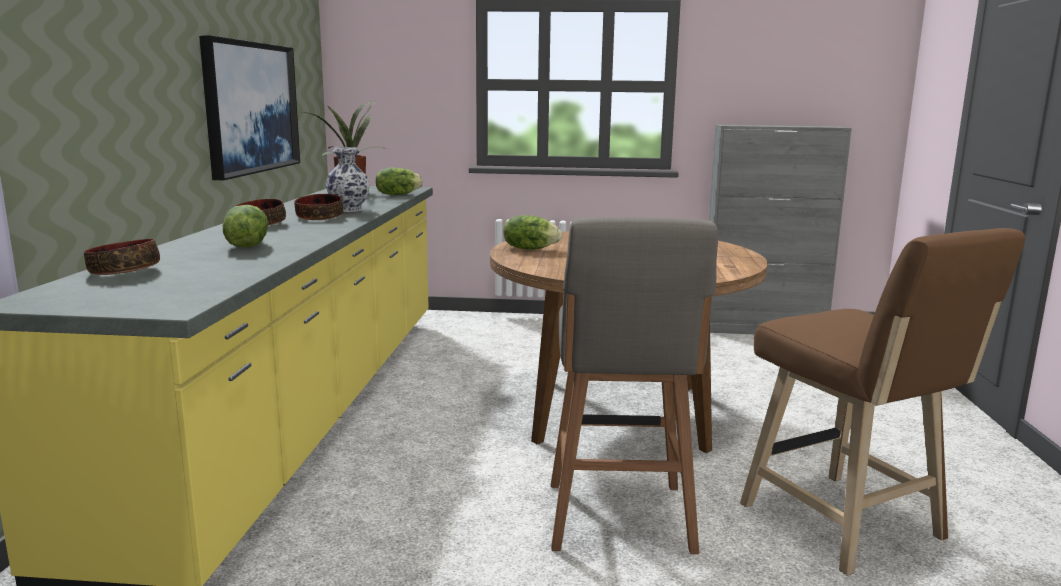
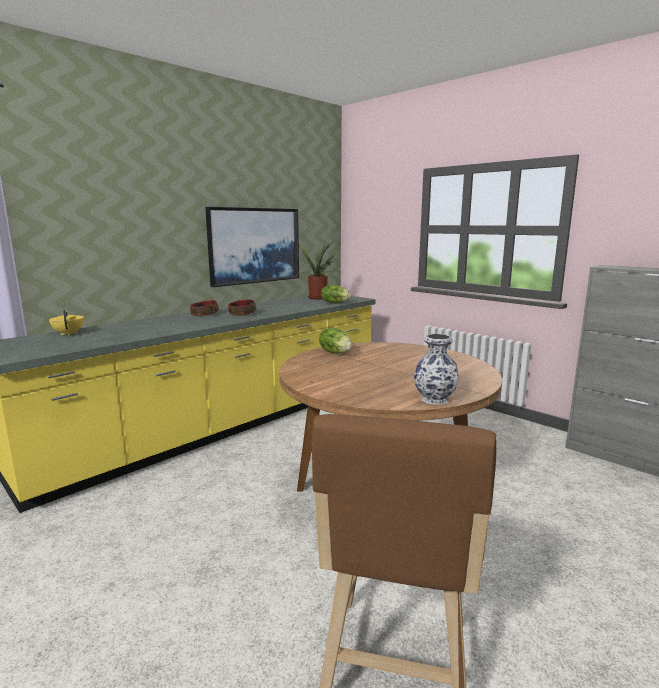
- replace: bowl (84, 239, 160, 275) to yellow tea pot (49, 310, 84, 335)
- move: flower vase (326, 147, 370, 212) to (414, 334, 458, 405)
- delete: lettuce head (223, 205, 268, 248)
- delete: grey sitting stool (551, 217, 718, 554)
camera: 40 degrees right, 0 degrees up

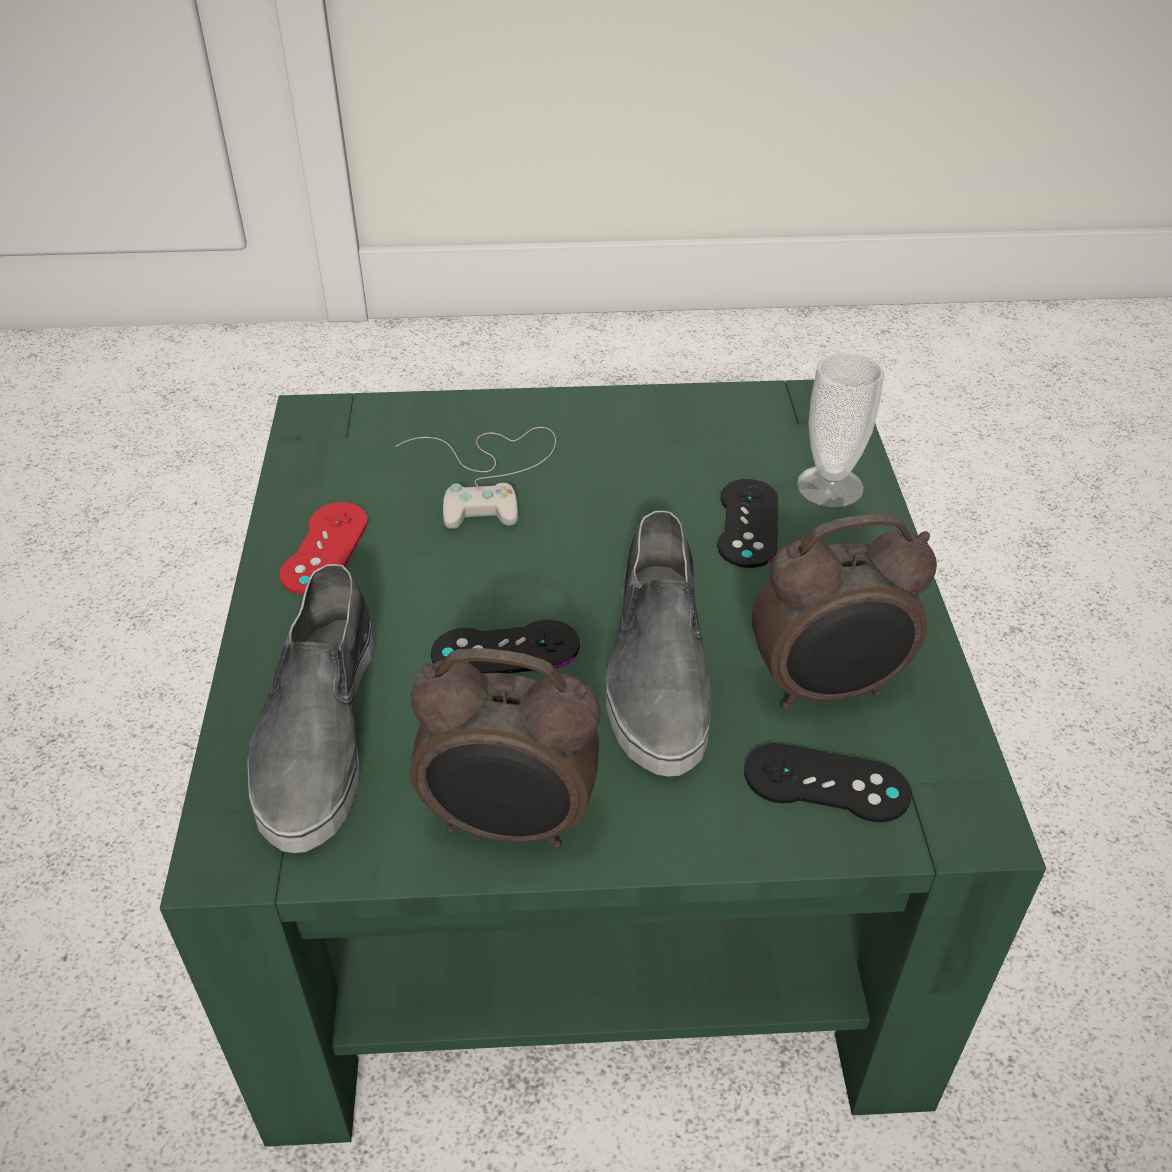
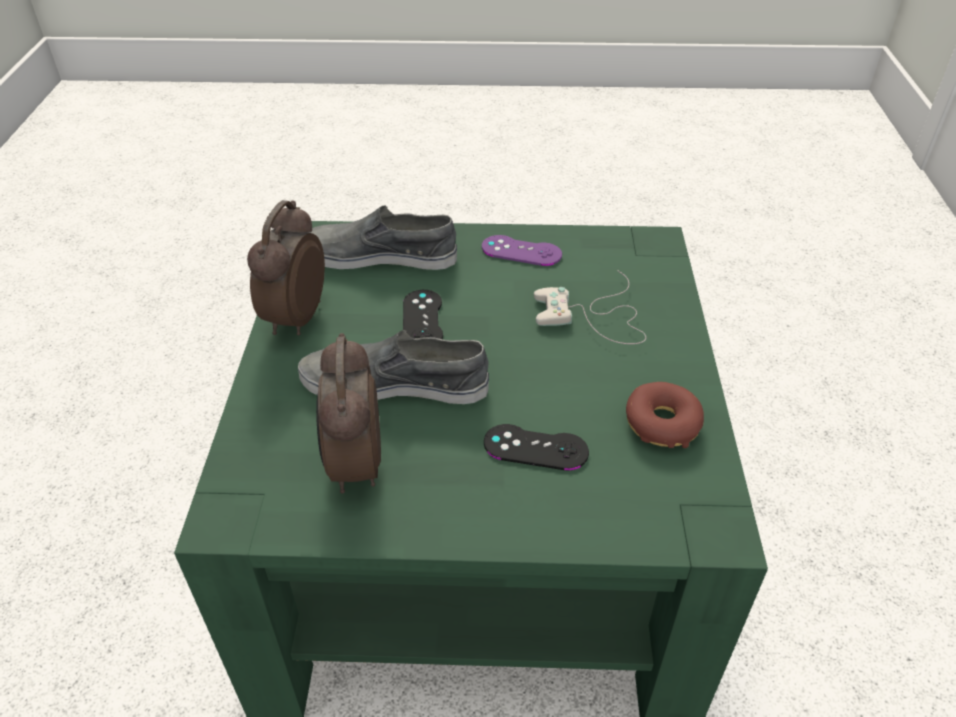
- recolor: reddish joypad (279, 502, 368, 594) to purple-coloured joypad (482, 235, 562, 266)
- insert: ring doughnut (626, 382, 704, 448)
- delete: black-coloured joypad (744, 743, 912, 822)
- delete: small cup (797, 352, 884, 508)
camera: 95 degrees right, 0 degrees up

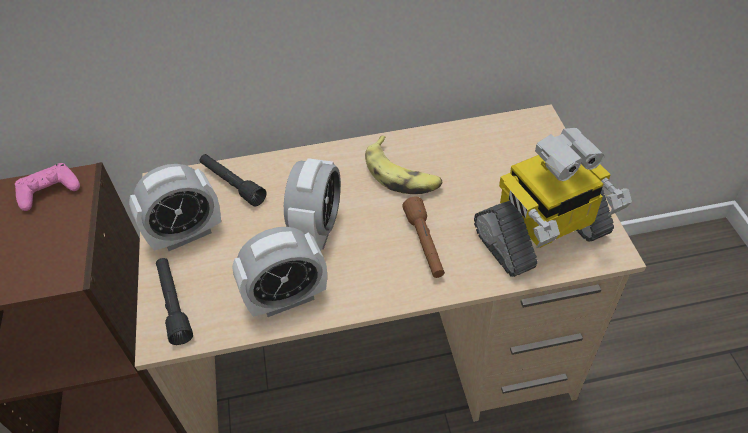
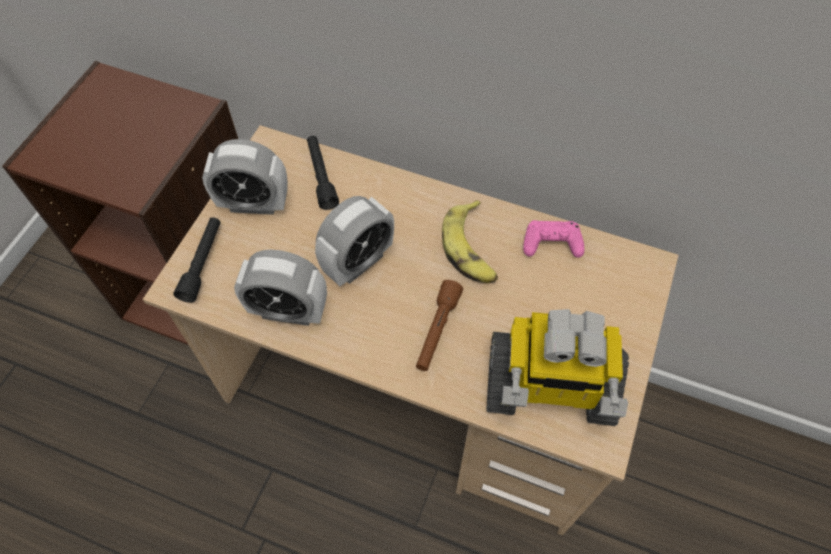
- move: pink joypad (15, 163, 80, 211) to (523, 220, 584, 258)
camera: 30 degrees right, 10 degrees up

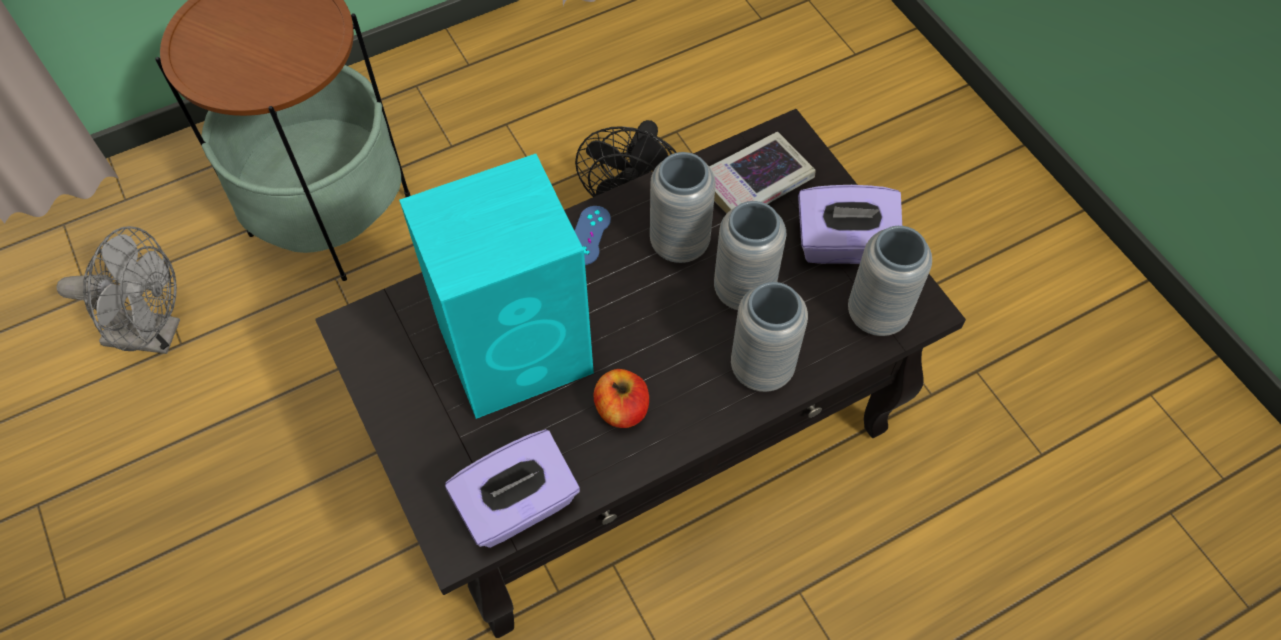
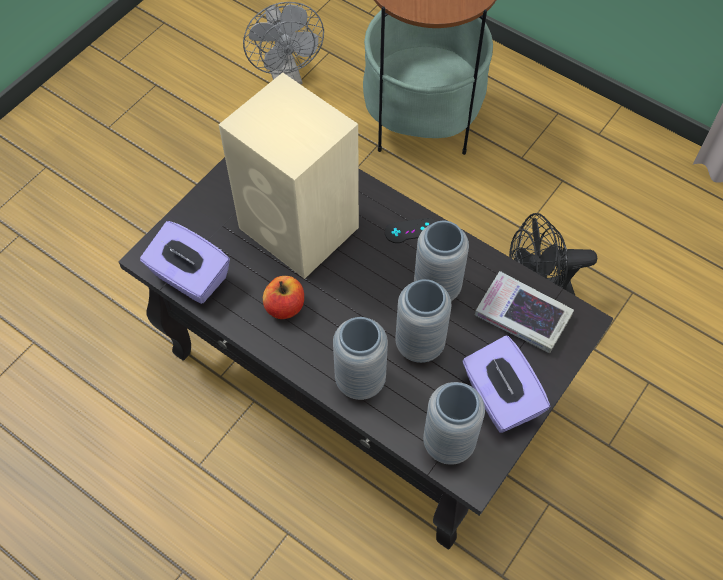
- recolor: turquoise speaker (399, 154, 594, 419) to sand-coloured speaker (218, 72, 359, 279)
- recolor: bluish joypad (575, 206, 611, 265) to black-coloured joypad (385, 218, 437, 243)
camera: 65 degrees right, 0 degrees up

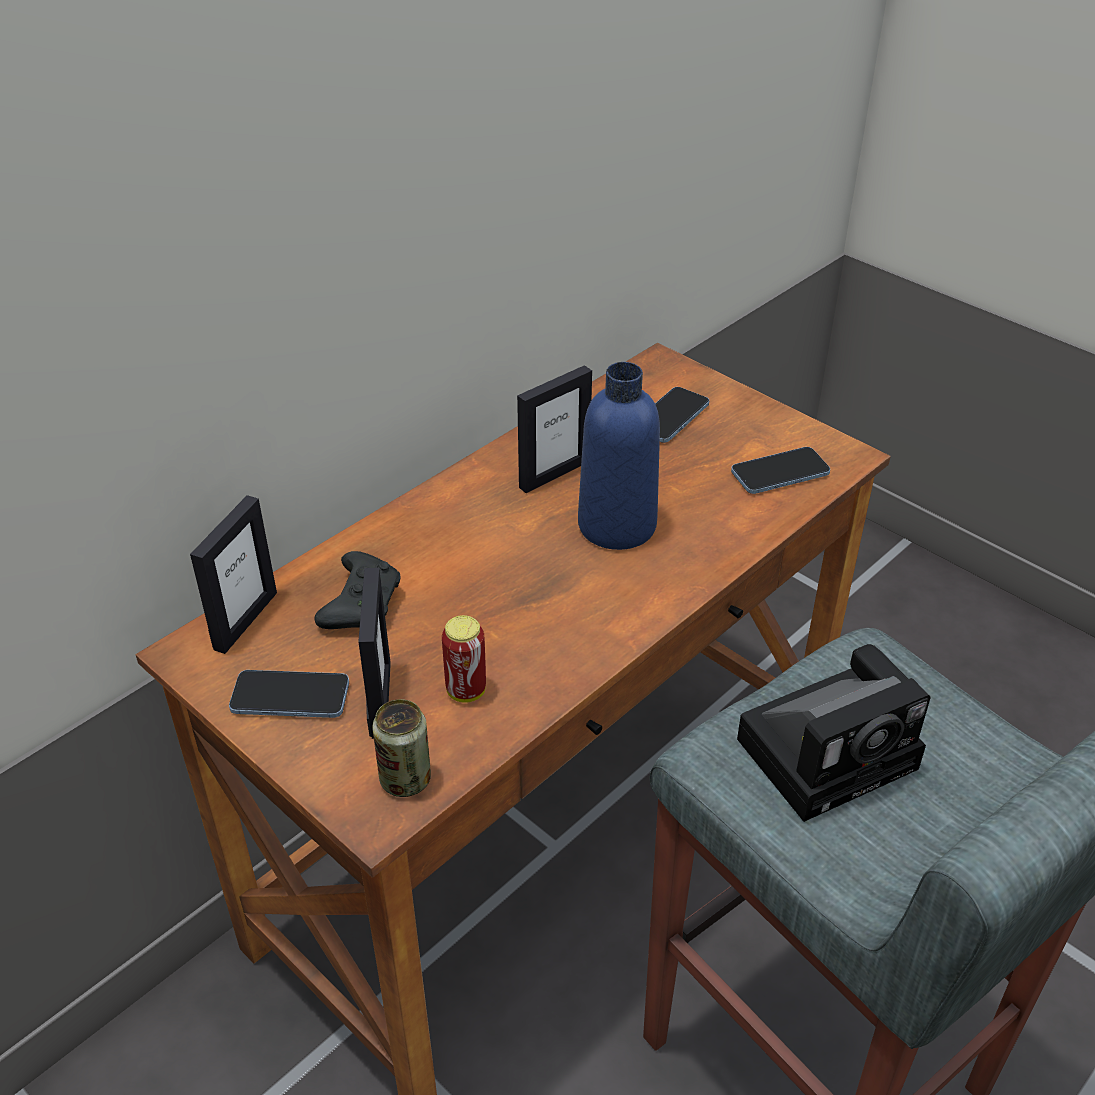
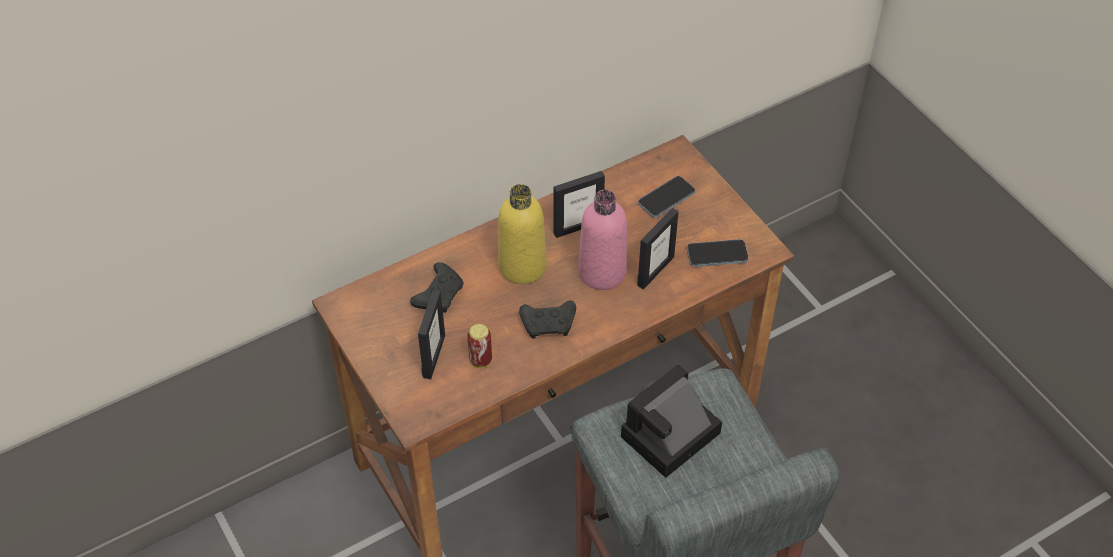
- insert: yellow drink bottle (498, 184, 546, 284)
- insert: black-coloured joypad (519, 300, 576, 339)
- recolor: bluish drink bottle (578, 362, 660, 550) to pink drink bottle (578, 190, 627, 290)
- rotate: still camera (737, 644, 931, 822) = (621, 365, 722, 478) 150 degrees clockwise
- move: picture frame (190, 495, 277, 654) to (637, 208, 679, 289)
- delete: telephone (229, 670, 349, 718)
- delete: sealed can (372, 699, 431, 797)
camera: 15 degrees right, 10 degrees up

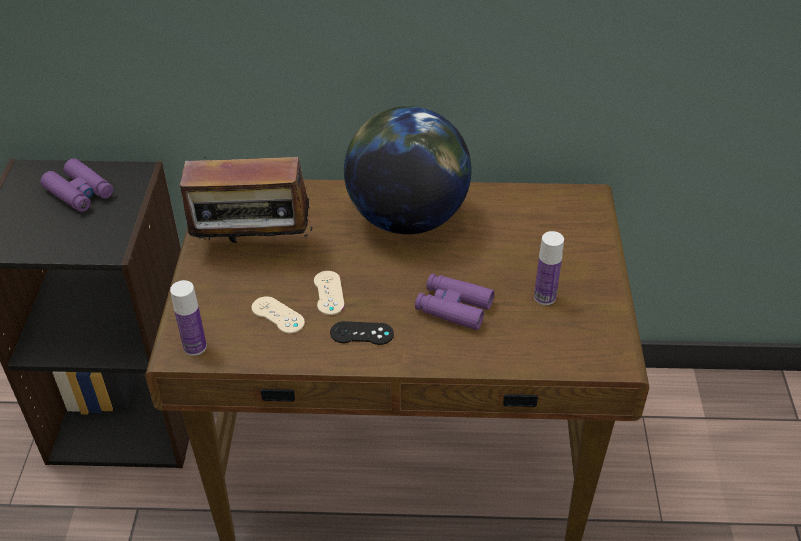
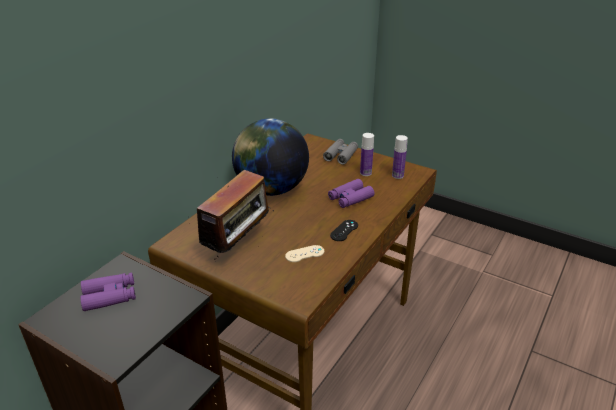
- insert: grey binoculars (323, 139, 358, 165)
- move: drink bottle (170, 280, 207, 356) to (392, 135, 408, 179)
- delete: sand-coloured joypad (314, 271, 344, 315)
camera: 60 degrees left, 10 degrees down

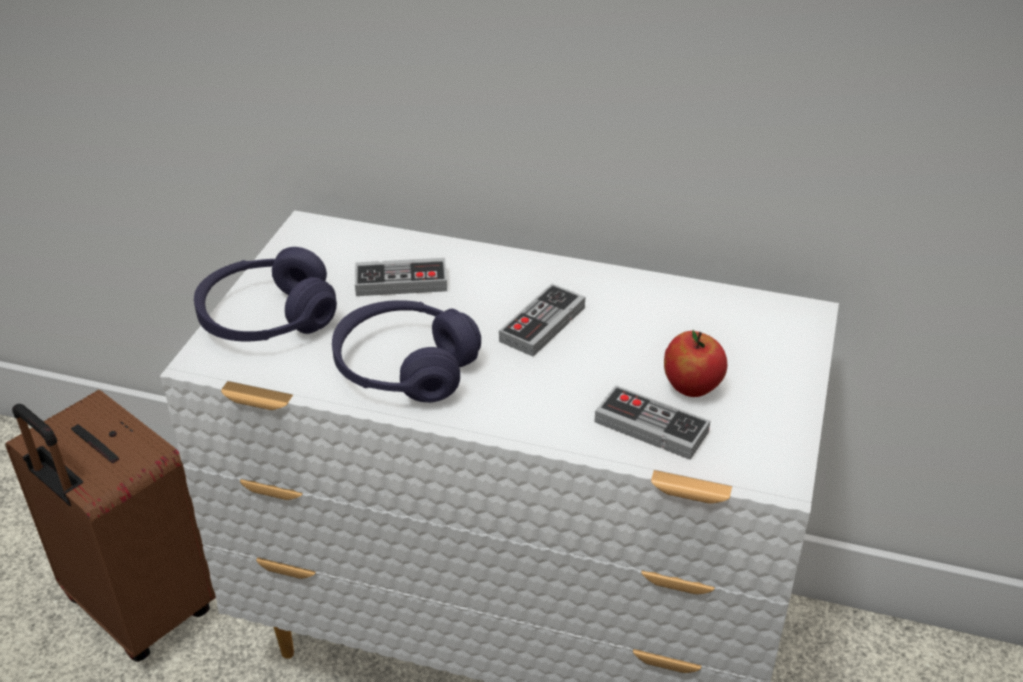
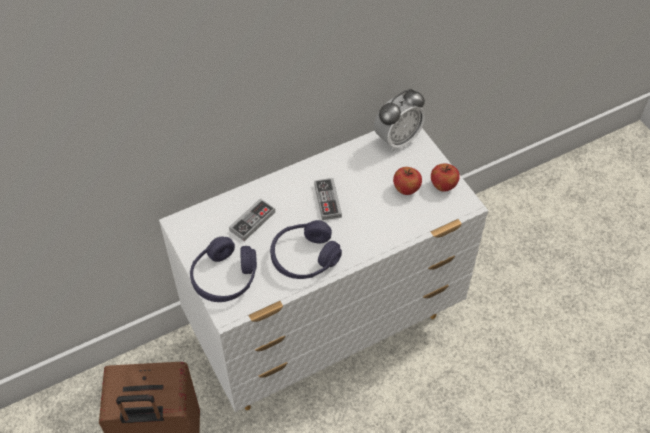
- insert: alarm clock (374, 89, 425, 151)
- insert: apple (431, 164, 460, 192)
- delete: joypad (595, 385, 710, 460)
camera: 45 degrees left, 15 degrees up

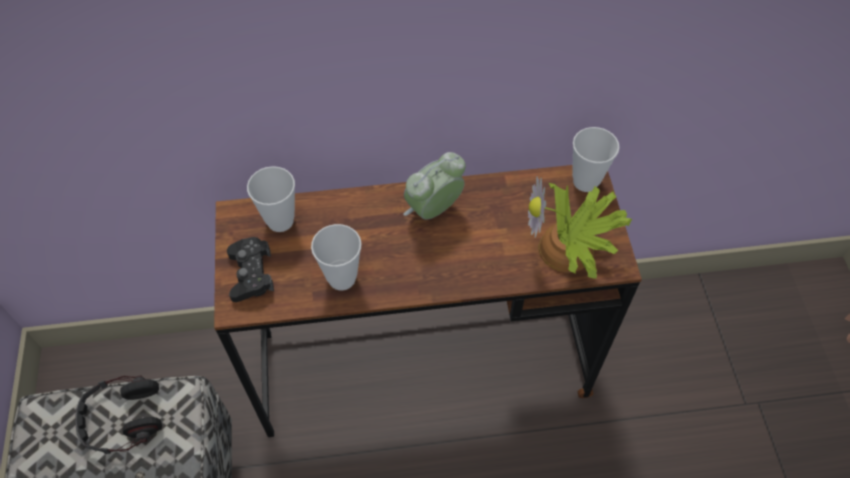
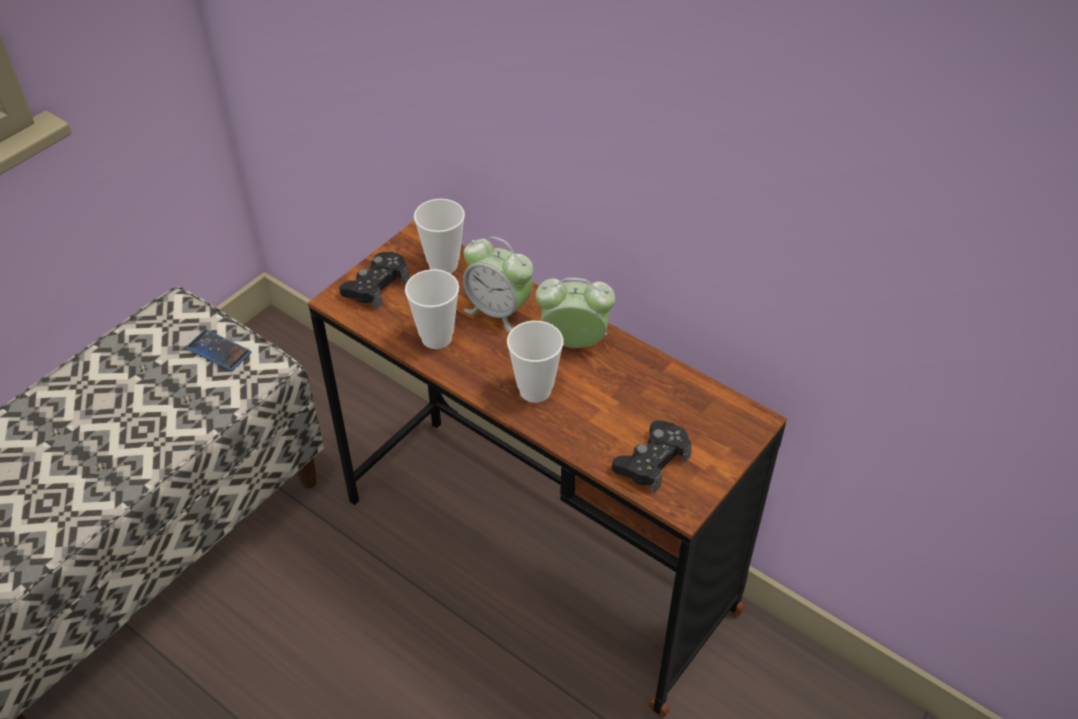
- replace: headphones (75, 375, 162, 454) to telephone (186, 329, 251, 371)
- insert: alarm clock (463, 236, 534, 332)
- move: small cup (572, 127, 620, 192) to (507, 321, 563, 403)
- replace: potted plant (528, 176, 632, 279) to black-coloured joypad (612, 420, 692, 493)
camera: 45 degrees right, 10 degrees down

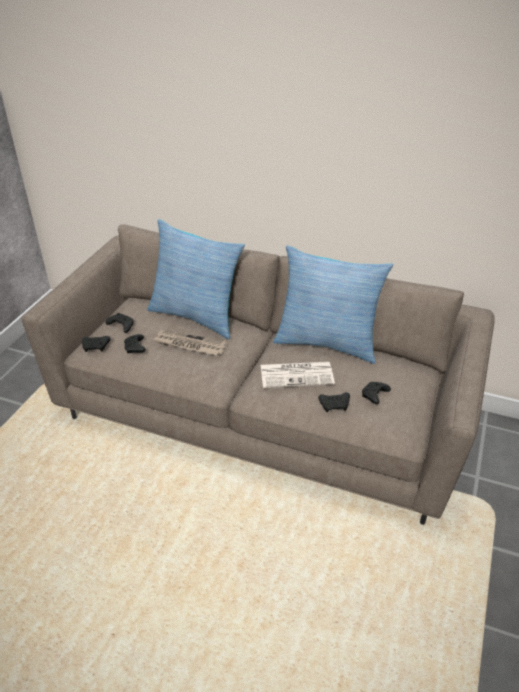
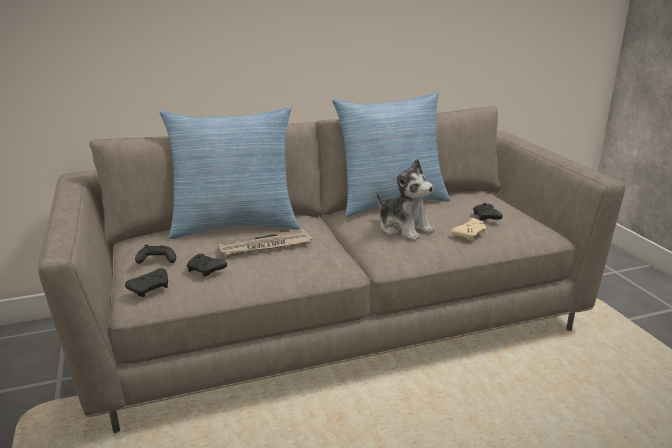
- replace: printed paper (261, 362, 335, 388) to soft toy (377, 159, 435, 241)
- recolor: black-coloured joypad (318, 392, 350, 412) to sand-coloured joypad (451, 218, 487, 241)
camera: 40 degrees left, 15 degrees down

